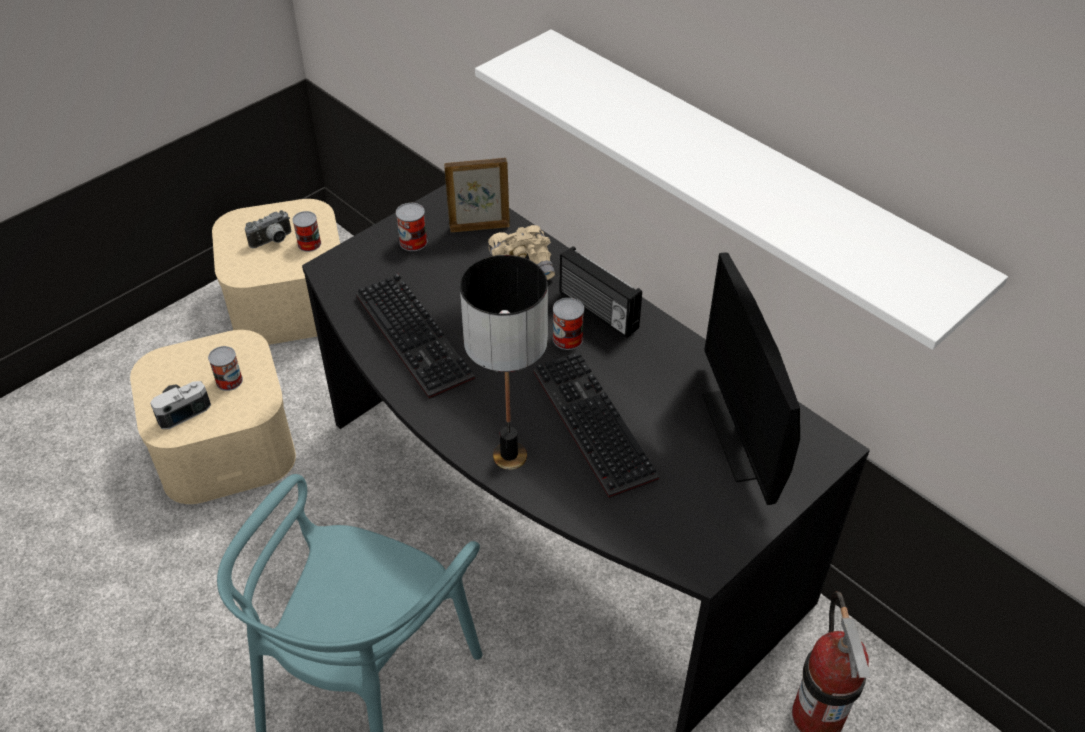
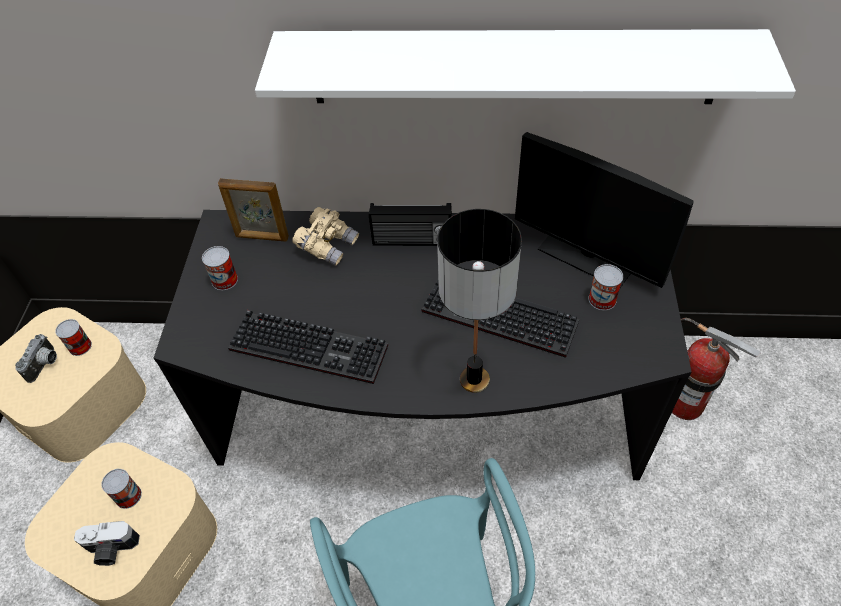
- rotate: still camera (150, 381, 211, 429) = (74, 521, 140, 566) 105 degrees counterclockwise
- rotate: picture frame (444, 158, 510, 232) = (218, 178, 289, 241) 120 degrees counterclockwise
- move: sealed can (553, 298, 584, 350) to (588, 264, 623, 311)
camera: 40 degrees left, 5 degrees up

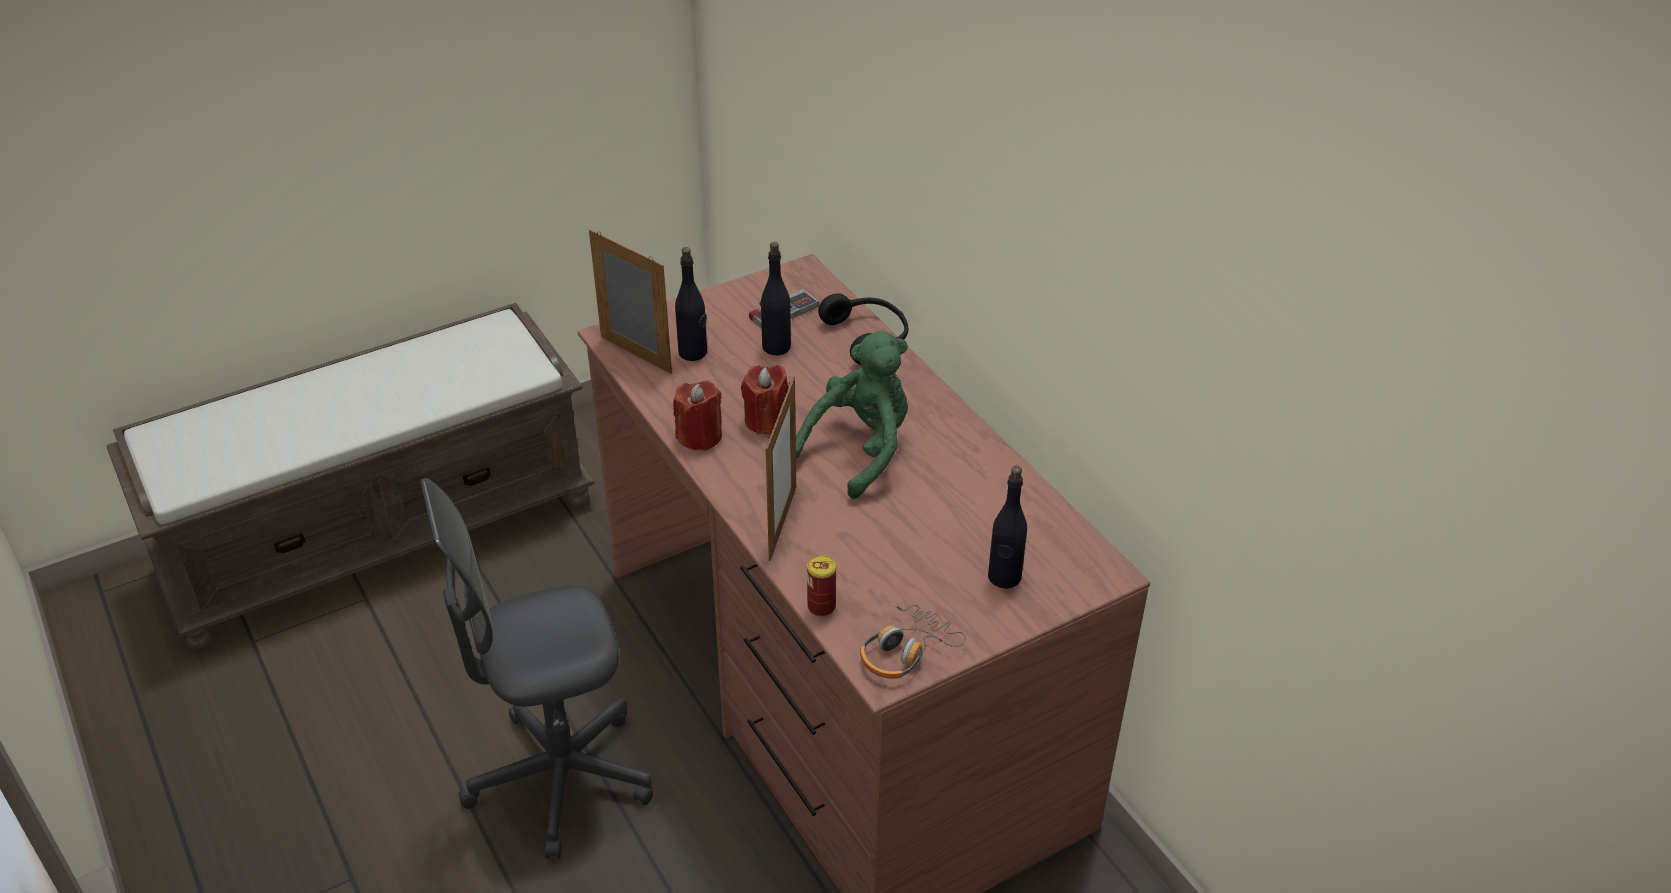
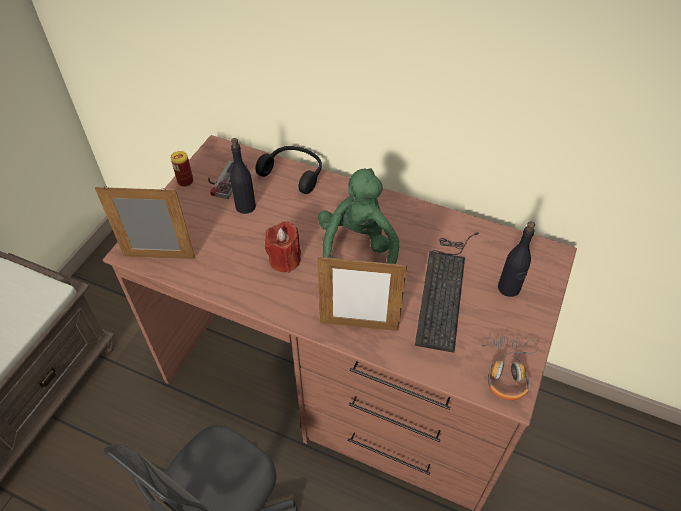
- move: sealed can (807, 555, 836, 617) to (171, 151, 193, 187)
- rotate: picture frame (766, 376, 796, 561) = (317, 255, 407, 331) 120 degrees clockwise
- insert: PC keyboard (415, 233, 479, 353)
- delete: reddish wax candle (673, 381, 722, 451)
- delete: black-coloured drink bottle (675, 247, 707, 361)
camera: 35 degrees left, 10 degrees up

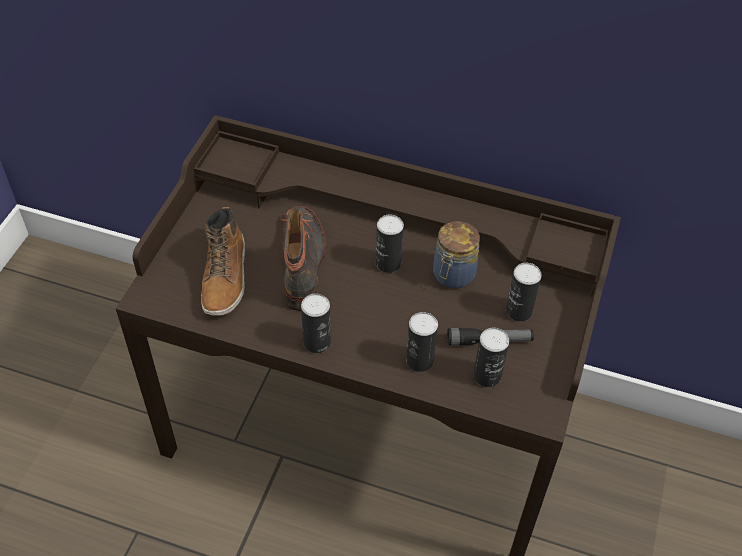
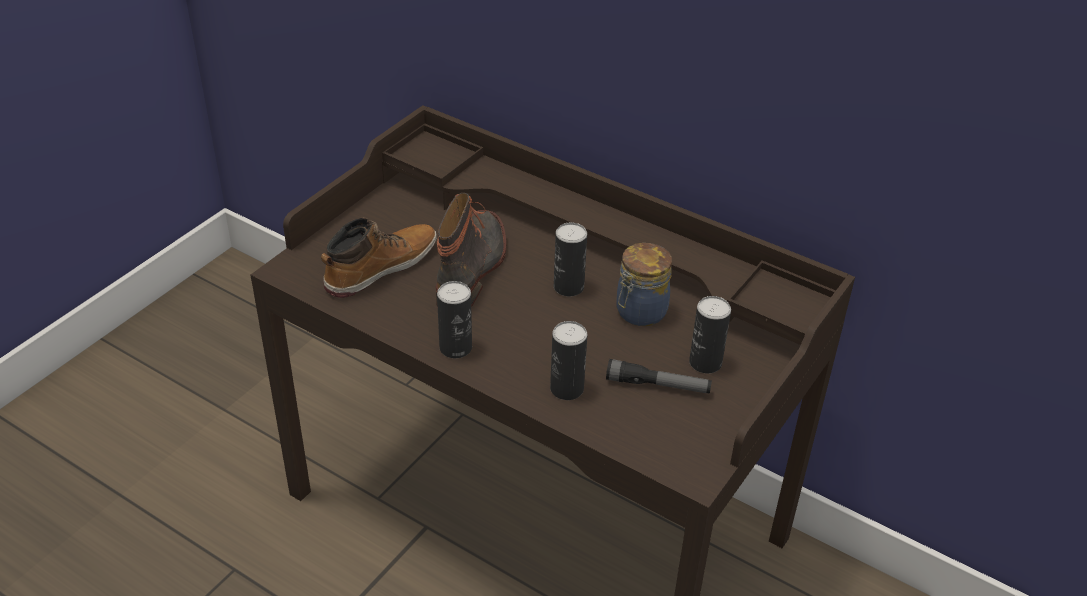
- rotate: boot (201, 207, 245, 316) = (321, 217, 437, 298) 150 degrees counterclockwise
- delete: sealed can (473, 327, 509, 388)
camera: 15 degrees right, 10 degrees down

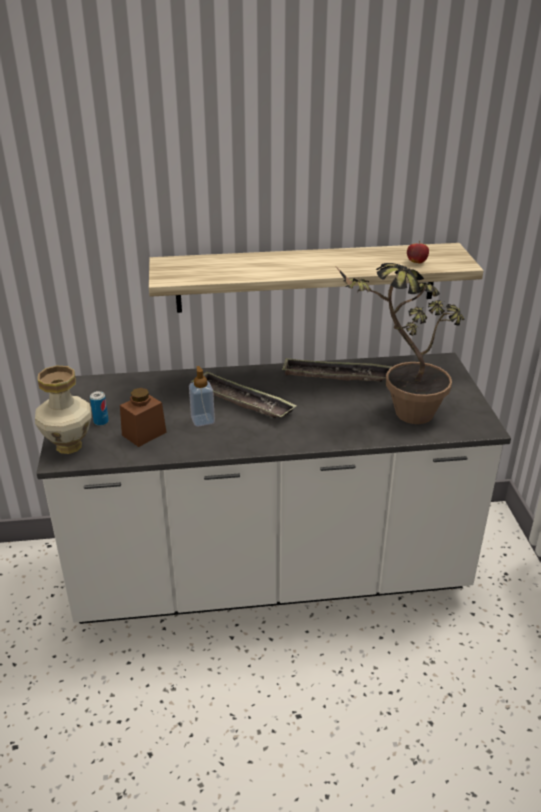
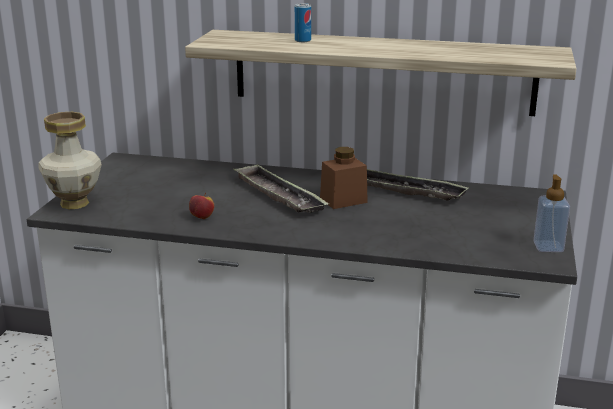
- move: apple (407, 241, 429, 264) to (189, 193, 214, 219)
- move: sealed can (90, 391, 109, 426) to (295, 3, 311, 42)
- move: brown storage jar (120, 388, 167, 447) to (320, 147, 368, 209)
- move: soap dispenser (189, 366, 215, 427) to (533, 174, 570, 252)
- delete: potted plant (336, 263, 465, 424)
camera: 20 degrees right, 10 degrees down

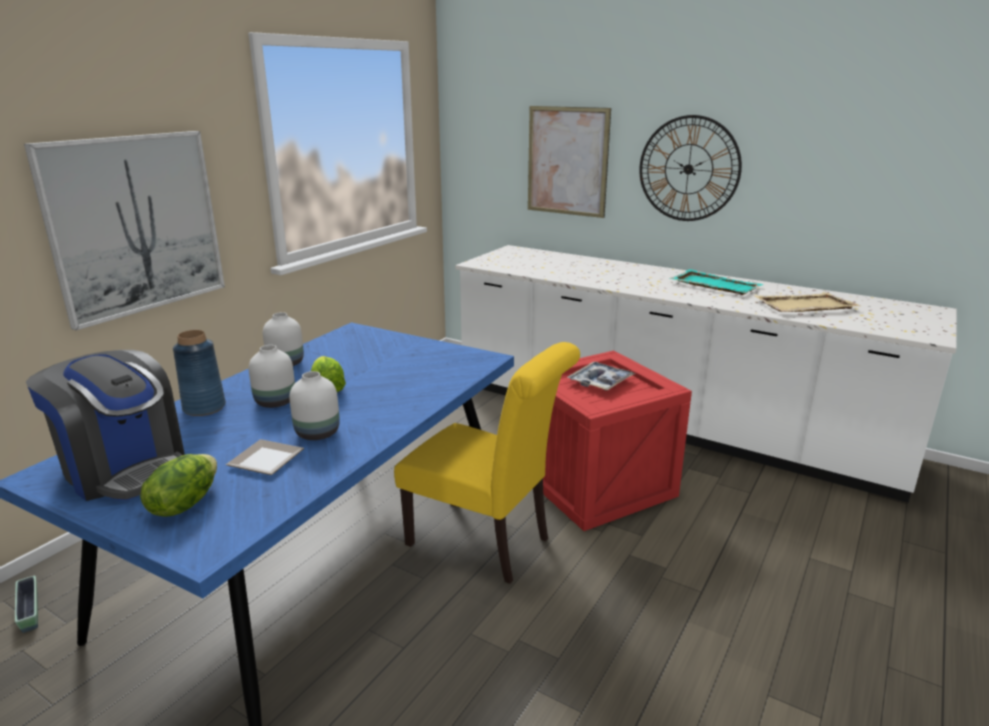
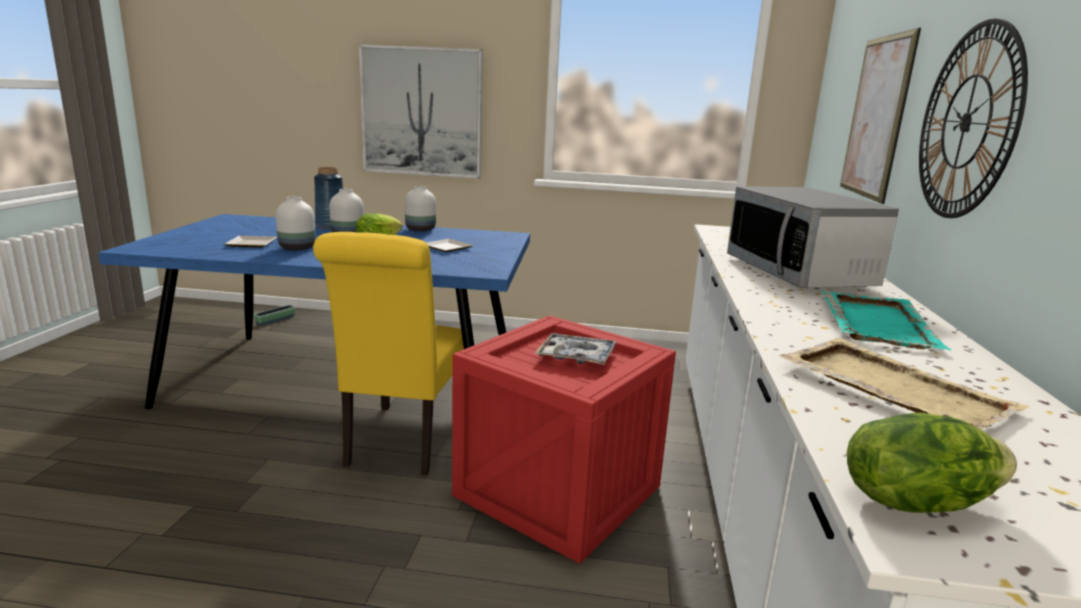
- insert: plate (426, 239, 474, 252)
- insert: microwave oven (727, 186, 899, 288)
- move: lettuce head (140, 454, 217, 517) to (847, 412, 1017, 513)
- delete: coffee machine (26, 350, 185, 501)
camera: 65 degrees right, 5 degrees down

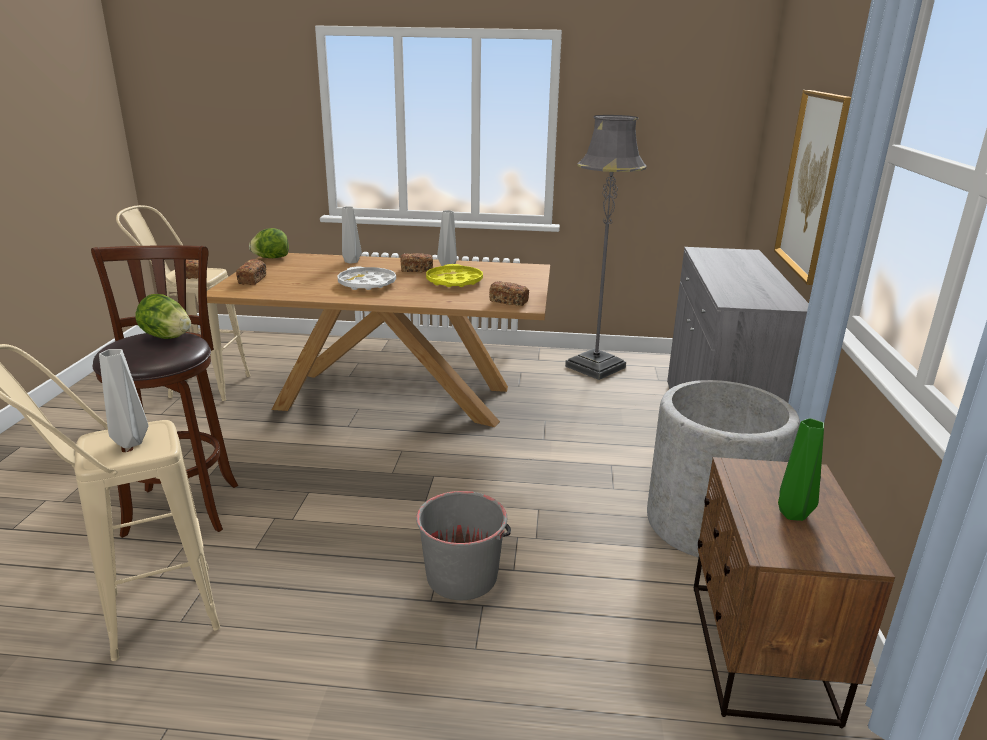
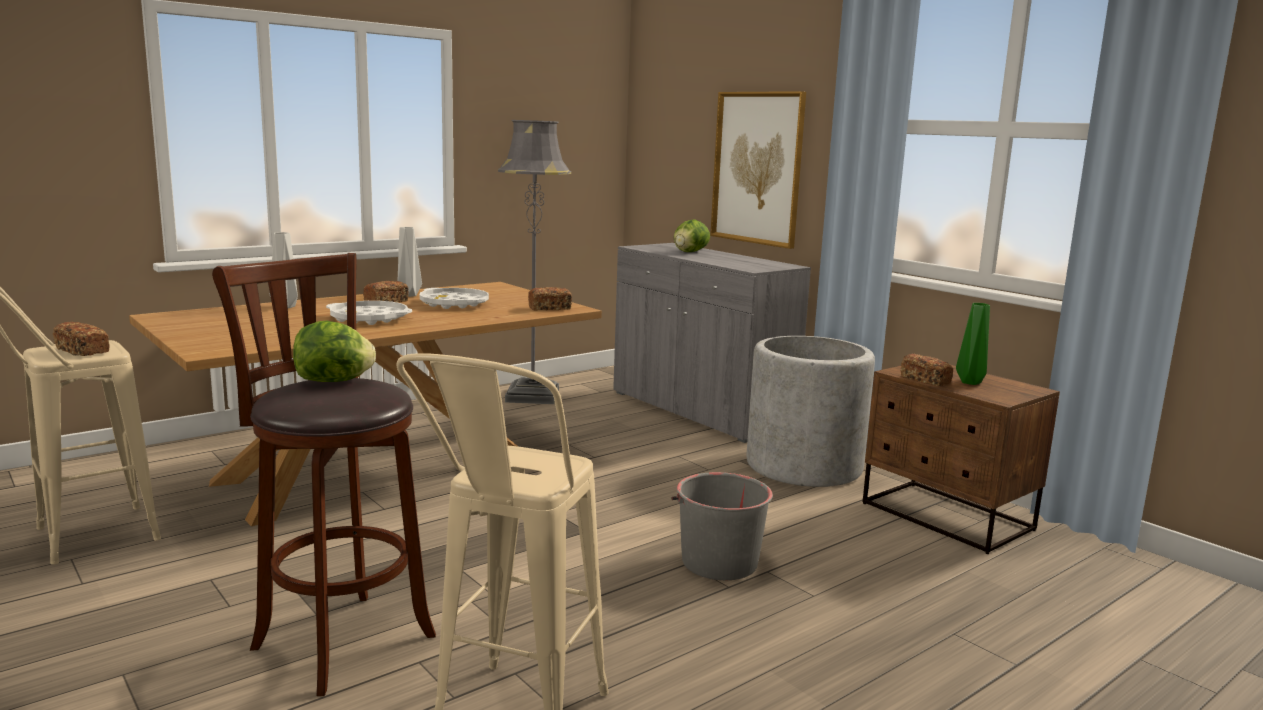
- recolor: yellow tray (426, 264, 483, 287) to white-coloured tray (420, 288, 489, 309)
- move: lettuce head (249, 228, 289, 258) to (674, 219, 710, 252)
- move: bread (236, 259, 266, 285) to (901, 354, 953, 386)
- delete: grey flower vase (99, 349, 148, 448)
camera: 45 degrees left, 10 degrees down

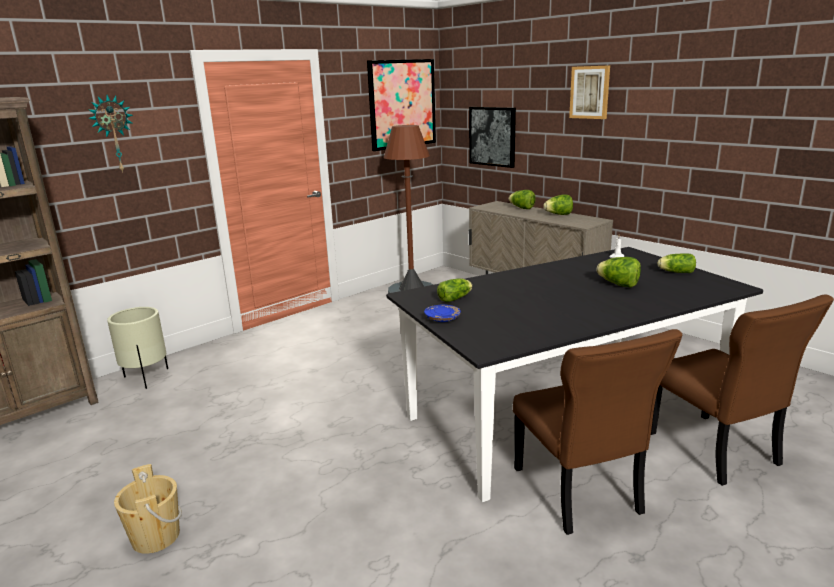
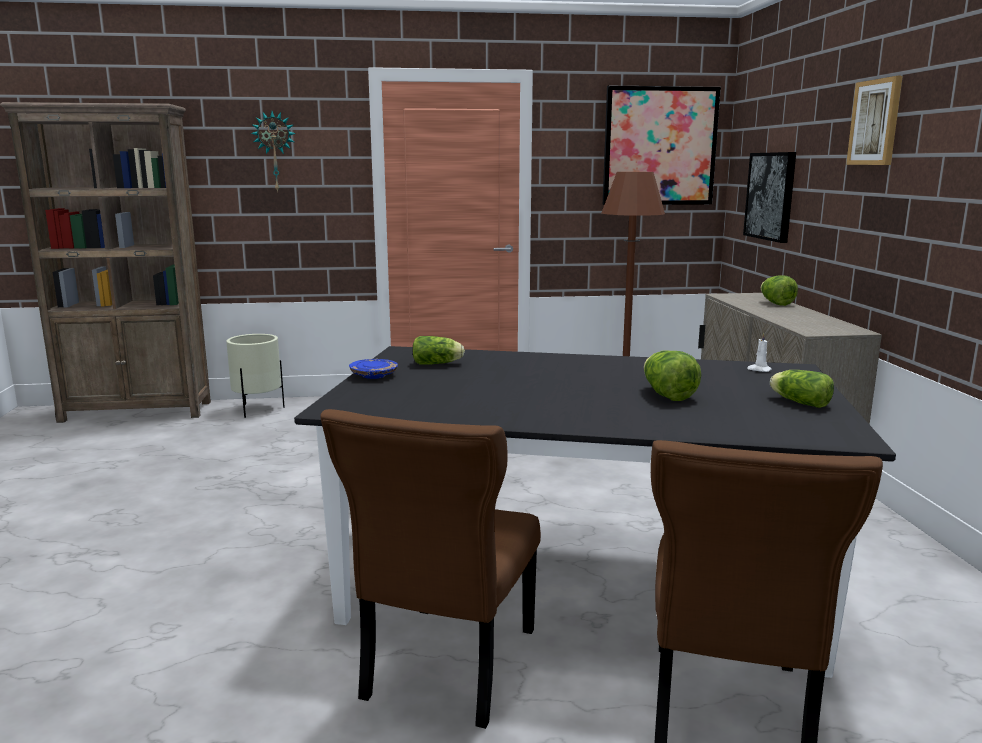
- delete: sand-coloured water bucket (114, 464, 182, 554)
- delete: lettuce head (543, 194, 573, 215)
camera: 35 degrees right, 5 degrees down

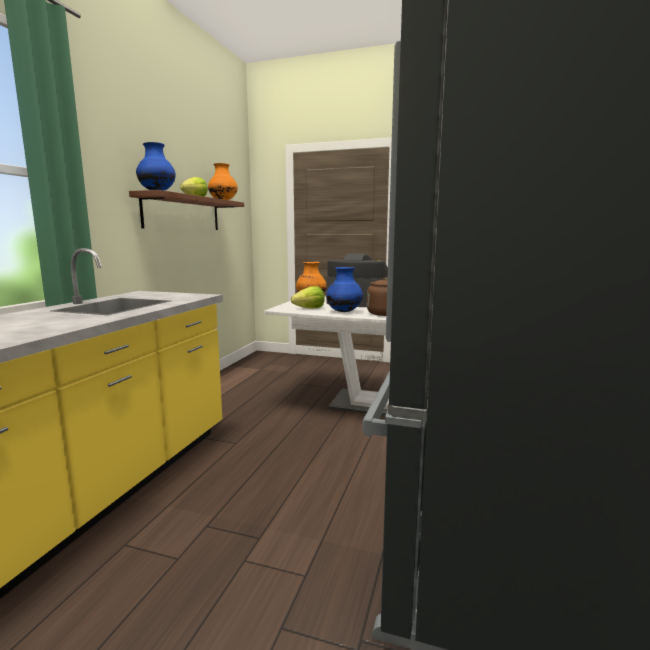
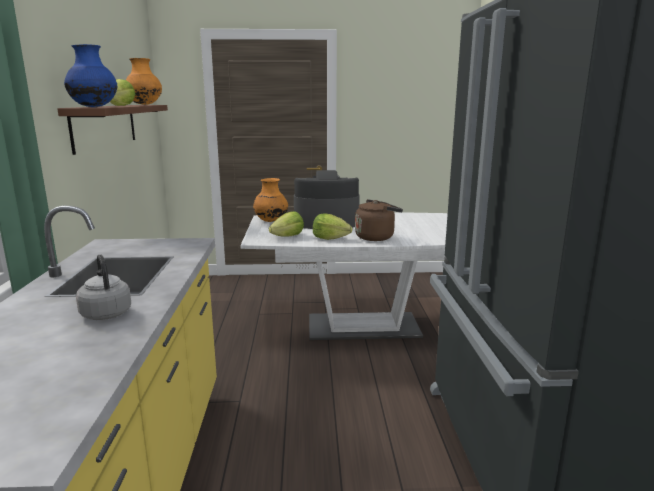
- insert: grey tea kettle (76, 254, 131, 320)
- replace: bluish flower vase (326, 267, 363, 312) to lettuce head (313, 213, 352, 240)
camera: 20 degrees left, 5 degrees up

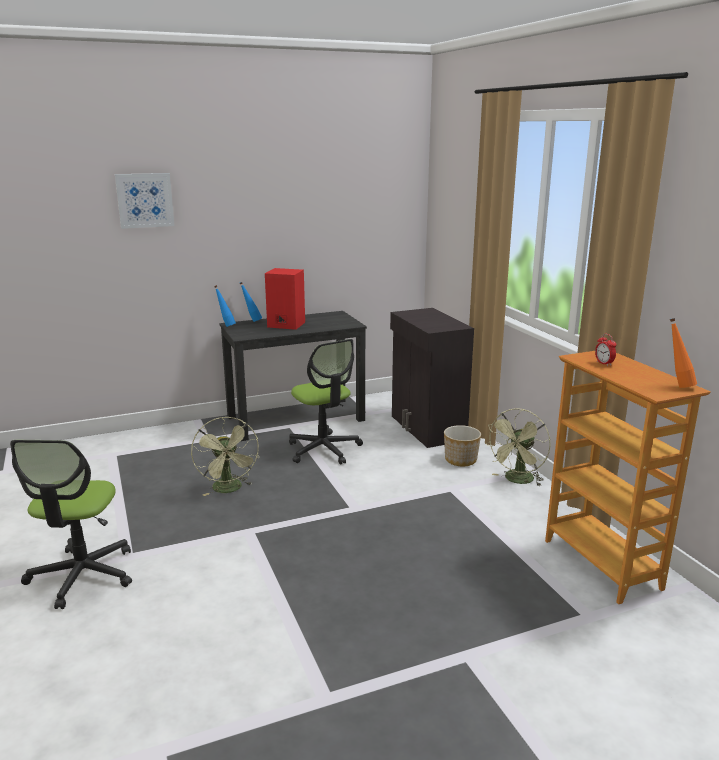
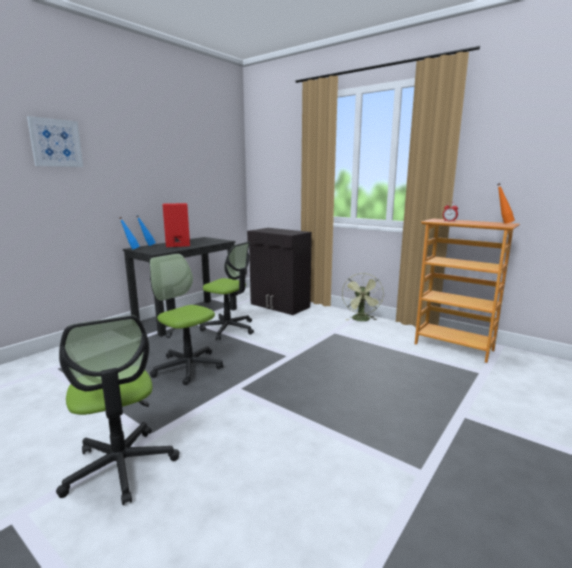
- replace: green-coloured fan (191, 417, 259, 496) to computer chair (150, 254, 223, 385)
- delete: planter (444, 425, 481, 466)
camera: 30 degrees left, 5 degrees down

